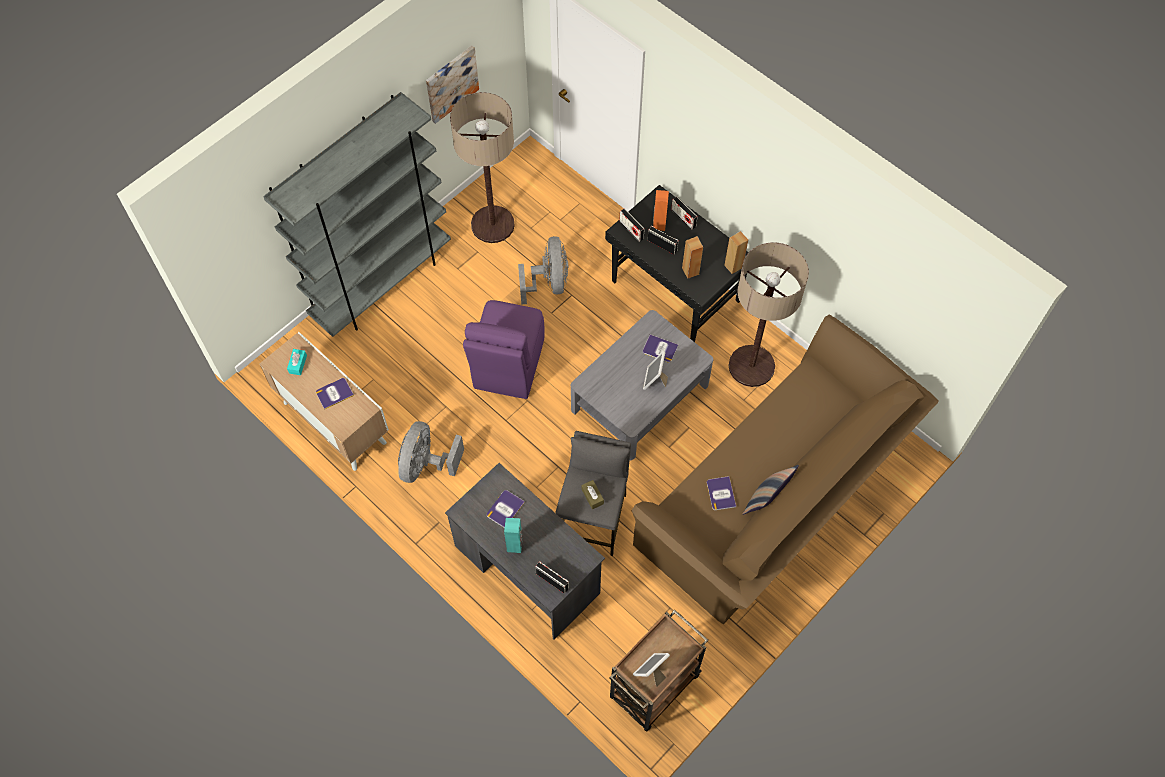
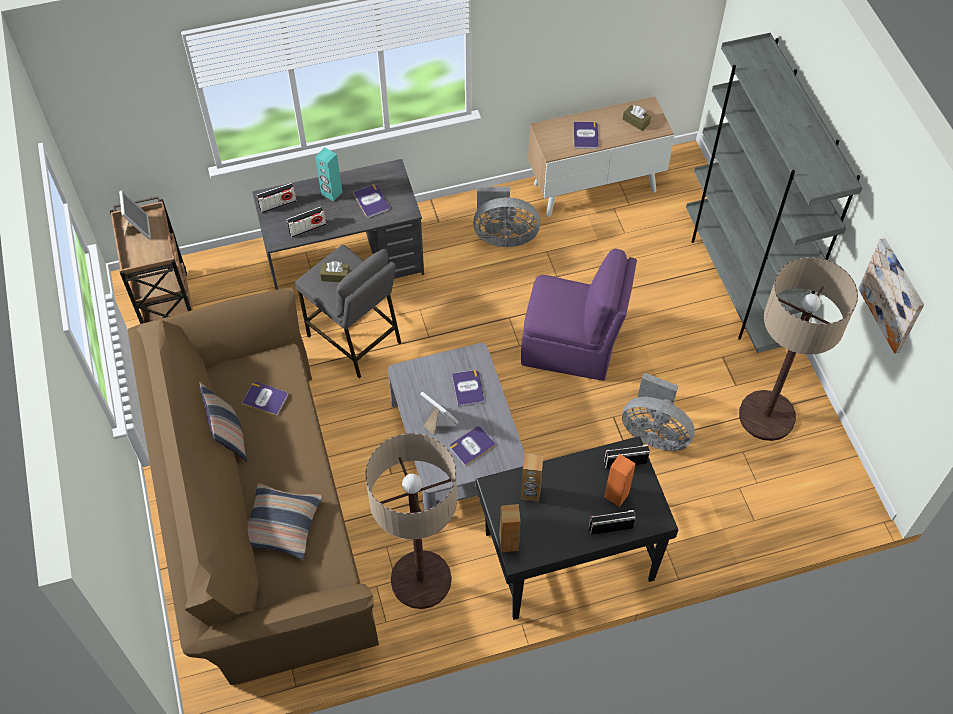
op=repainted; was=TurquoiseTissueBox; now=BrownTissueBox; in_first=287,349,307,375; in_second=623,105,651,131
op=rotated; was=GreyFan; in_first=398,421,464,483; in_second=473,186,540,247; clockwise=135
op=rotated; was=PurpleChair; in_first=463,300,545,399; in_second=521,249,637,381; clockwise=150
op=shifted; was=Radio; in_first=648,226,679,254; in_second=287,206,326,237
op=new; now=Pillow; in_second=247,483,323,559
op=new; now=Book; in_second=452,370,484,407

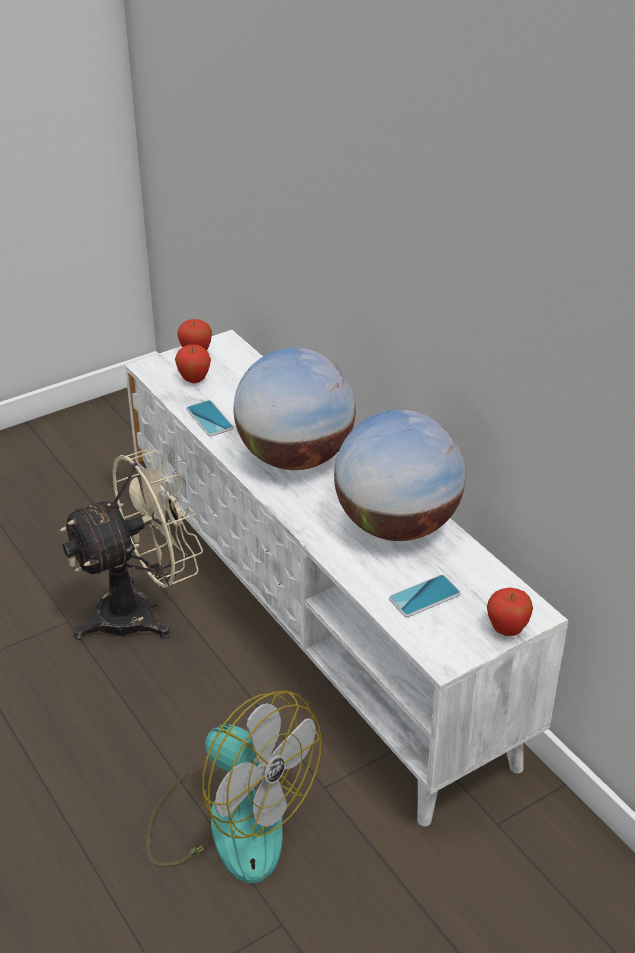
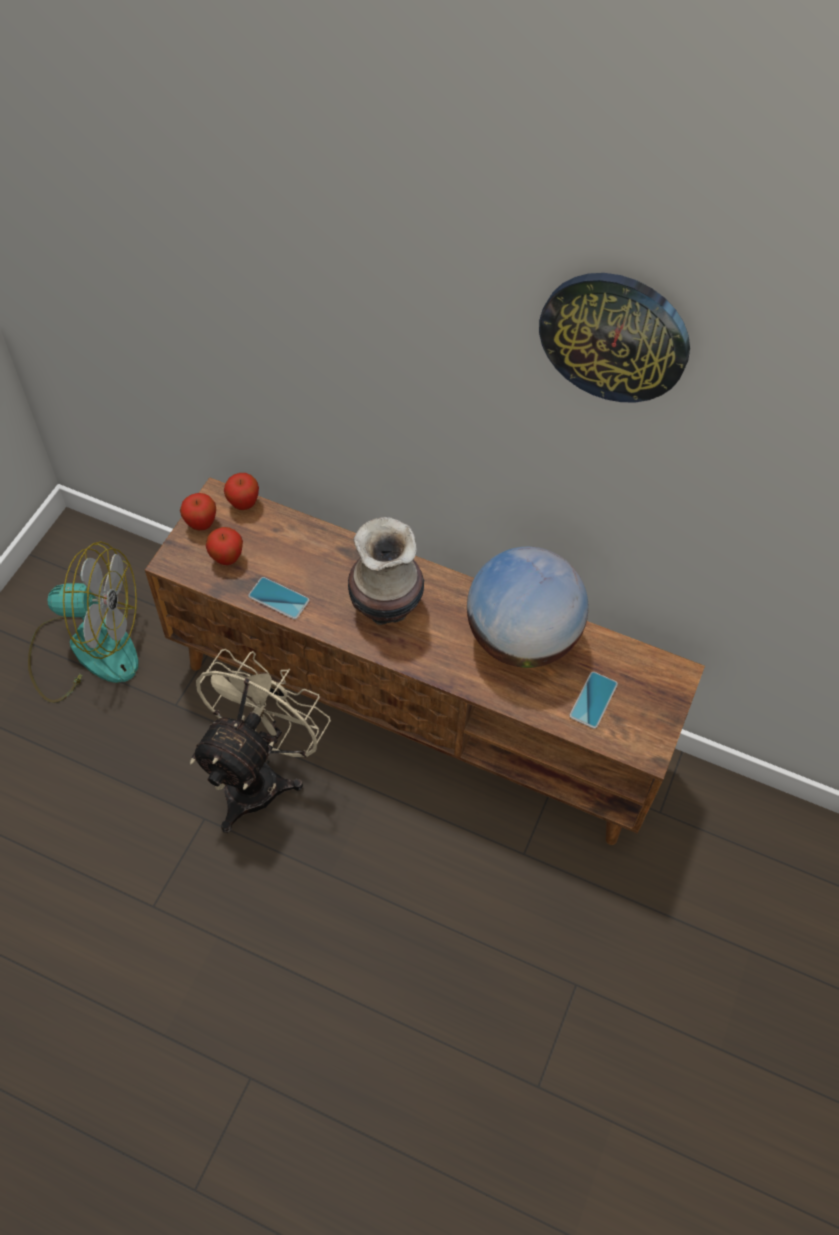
op=repainted; was=WhiteTvStand; now=BrownTvStand; in_first=125,330,568,826; in_second=145,477,705,845
op=shifted; was=Fan; in_first=146,690,322,883; in_second=28,541,139,703
op=swapped; was=Globe; now=Vase; in_first=234,348,356,470; in_second=348,517,425,625
op=shifted; was=Apple; in_first=487,588,533,636; in_second=224,473,259,510
op=new; now=WallClock; in_second=539,273,690,402

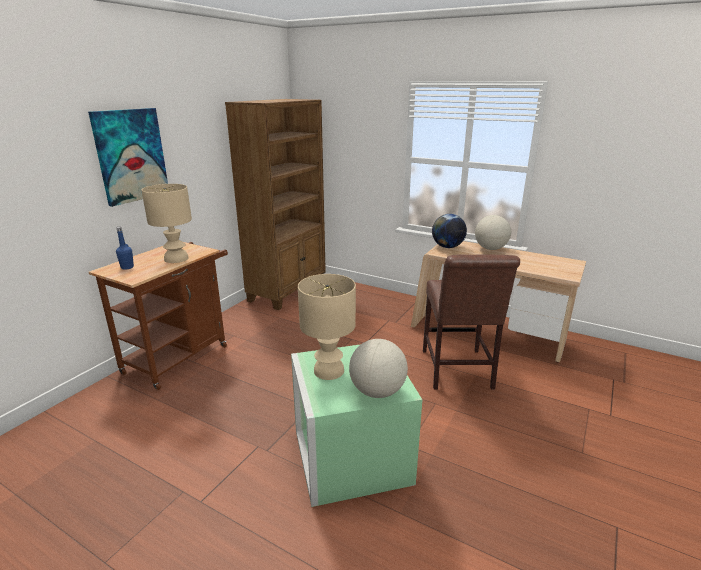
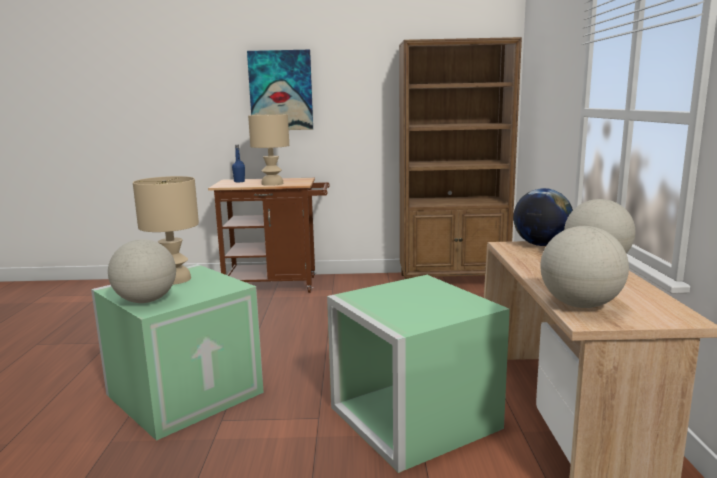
op=swapped; was=BrownChair; now=GreenStorageBox; in_first=423,254,520,389; in_second=327,275,510,473
op=new; now=Globe; in_second=540,226,629,308

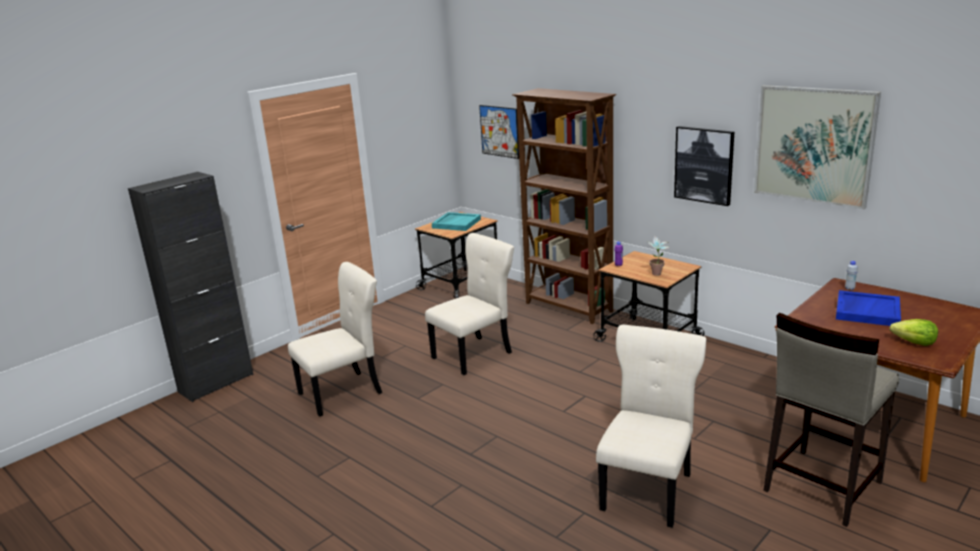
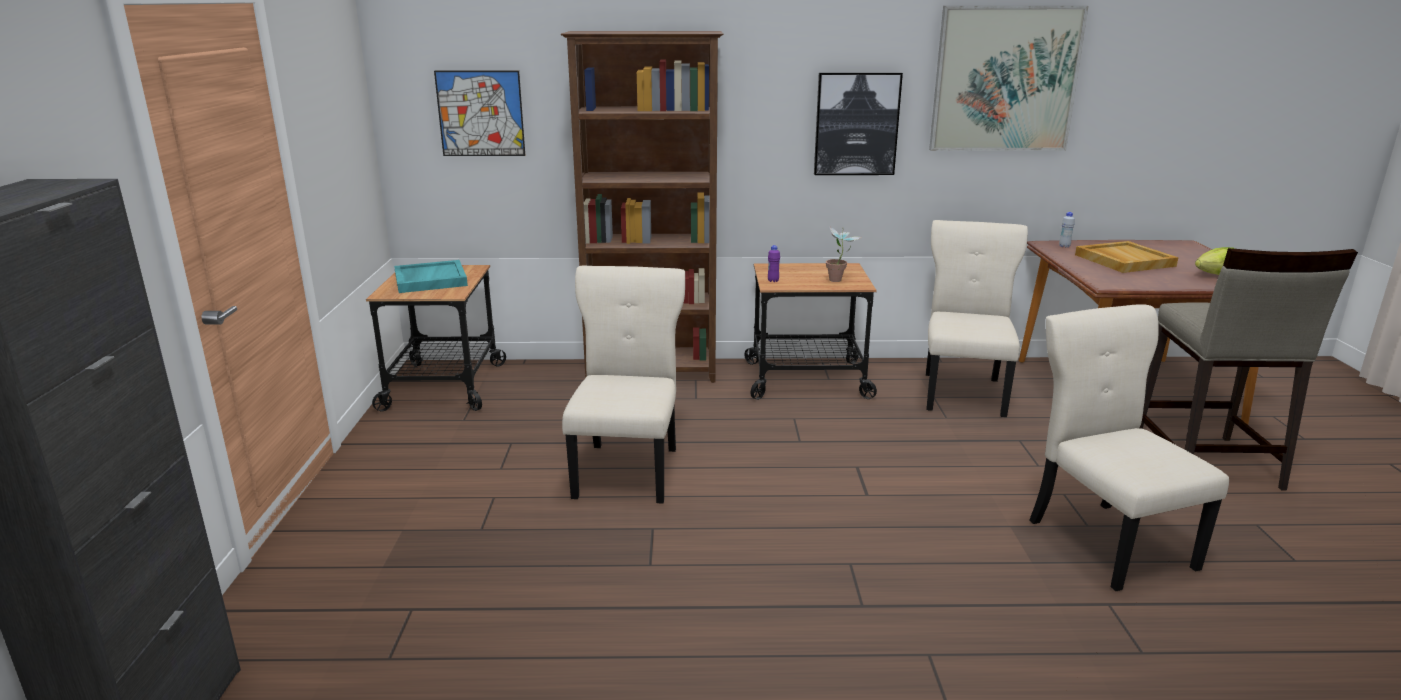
op=shifted; was=BeigeChair; in_first=288,262,382,417; in_second=926,220,1028,417
op=repainted; was=BlueTray; now=BeigeTray; in_first=836,290,901,326; in_second=1075,241,1179,273

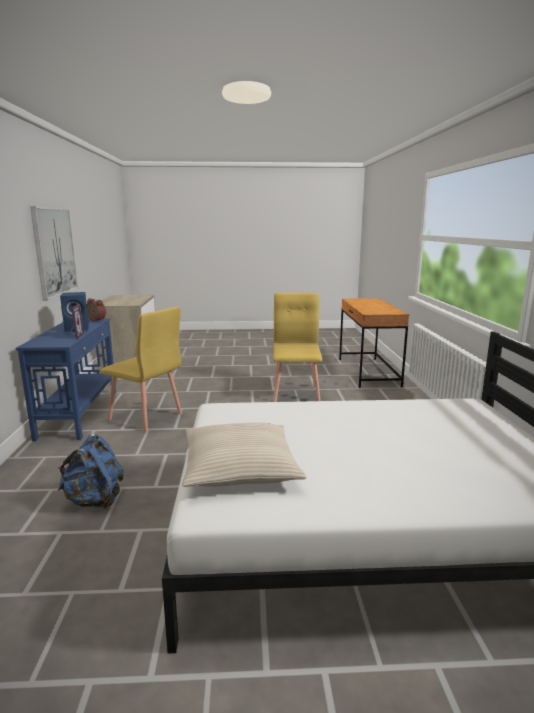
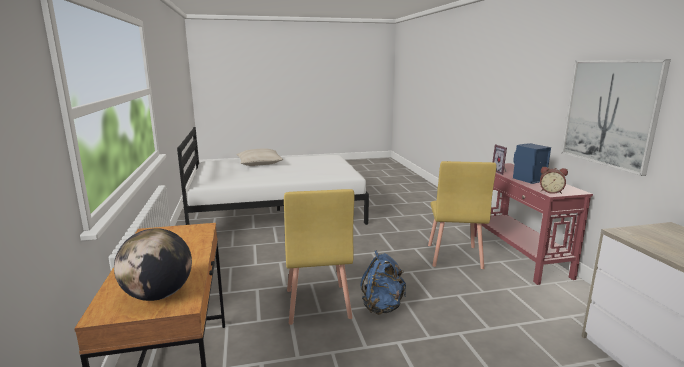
op=repainted; was=BlueConsoleTable; now=RedConsoleTable; in_first=16,318,116,441; in_second=474,163,593,285
op=shifted; was=BlueBackpack; in_first=58,434,124,509; in_second=360,250,406,315
op=rotated; was=YellowChair; in_first=100,307,182,432; in_second=428,161,496,269; clockwise=-105
op=shifted; was=BeigePillow; in_first=182,423,307,487; in_second=237,148,283,166
op=new; now=Globe; in_second=114,228,192,301

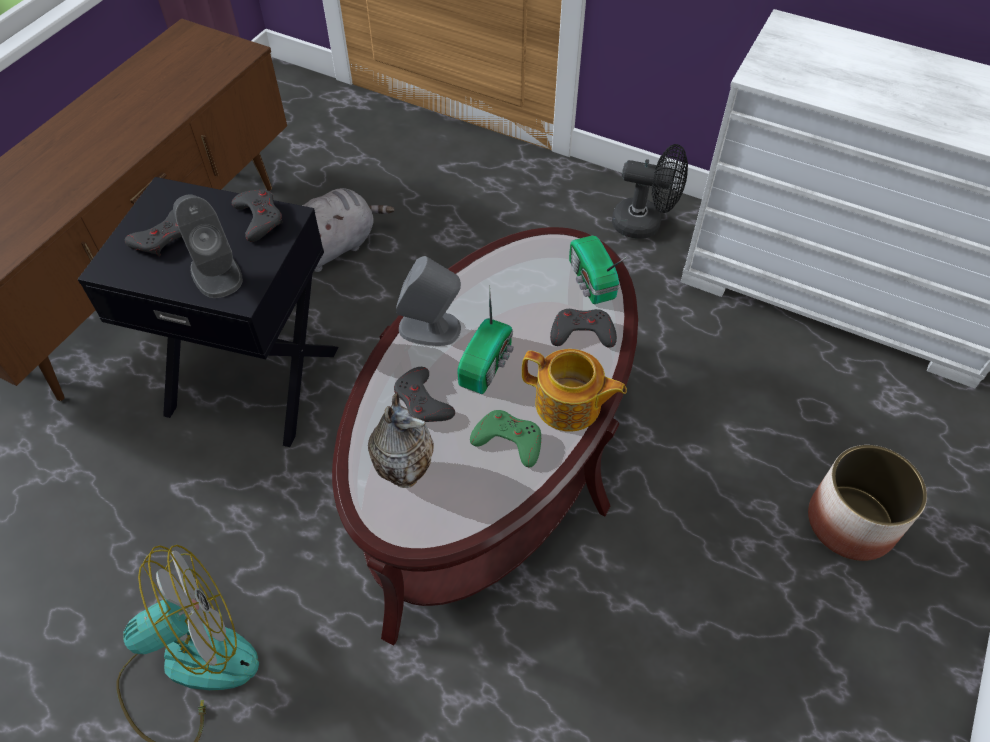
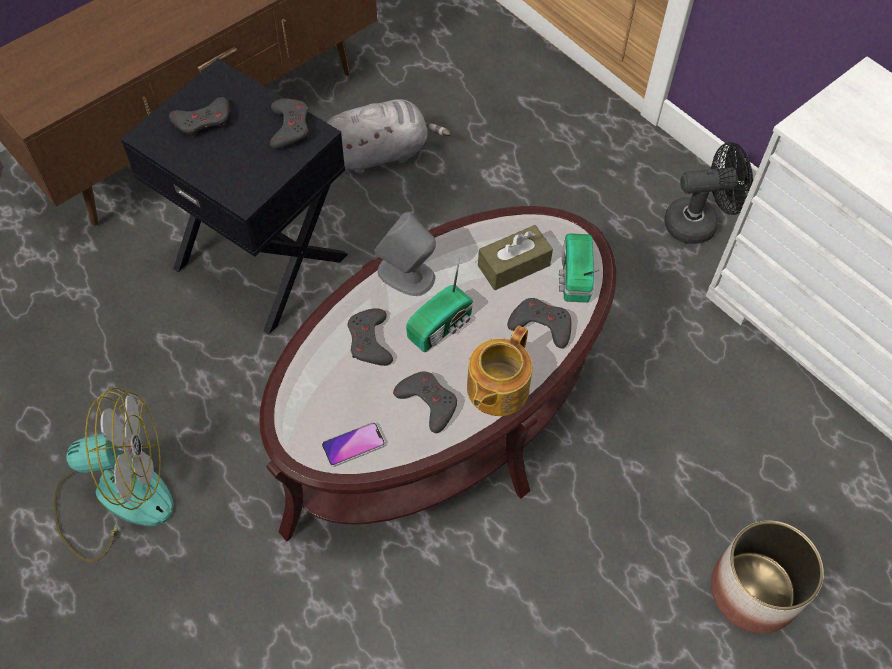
op=gone; was=GreySpeaker; in_first=173,195,243,298
op=gone; was=Vase; in_first=368,393,434,488
op=repainted; was=GreenGameController; now=GreyGameController; in_first=470,410,541,467; in_second=393,371,457,433
op=rotated; was=Teapot; in_first=522,349,627,432; in_second=467,326,532,416; clockwise=75
op=rotated; was=BlackFan; in_first=612,144,688,239; in_second=664,142,753,244; clockwise=-45
op=new; now=Phone; in_second=322,422,385,467
op=new; now=BrownTissueBox; in_second=478,225,553,290

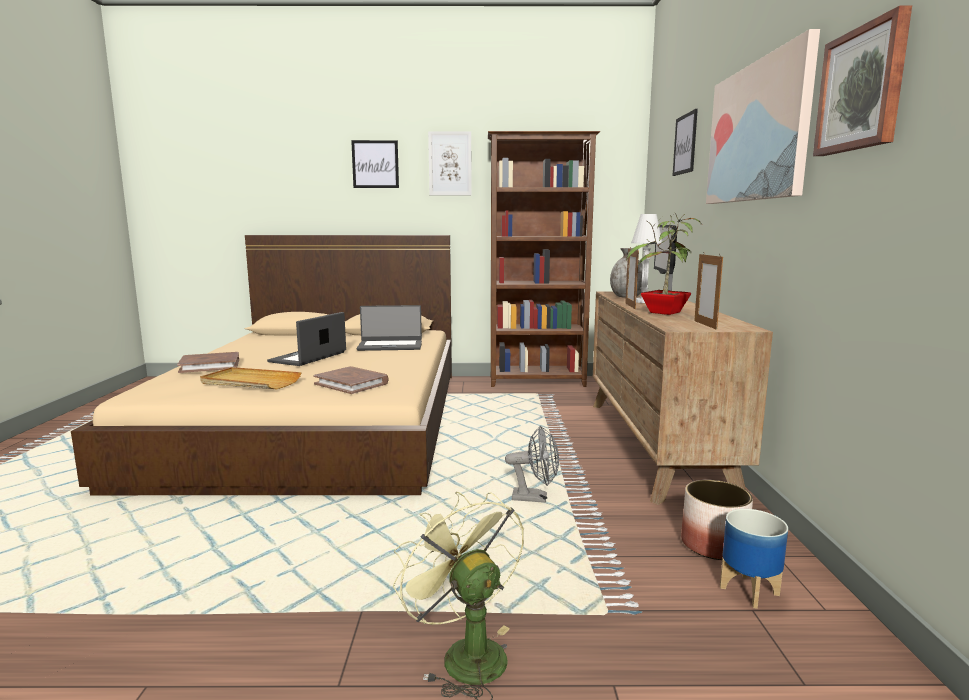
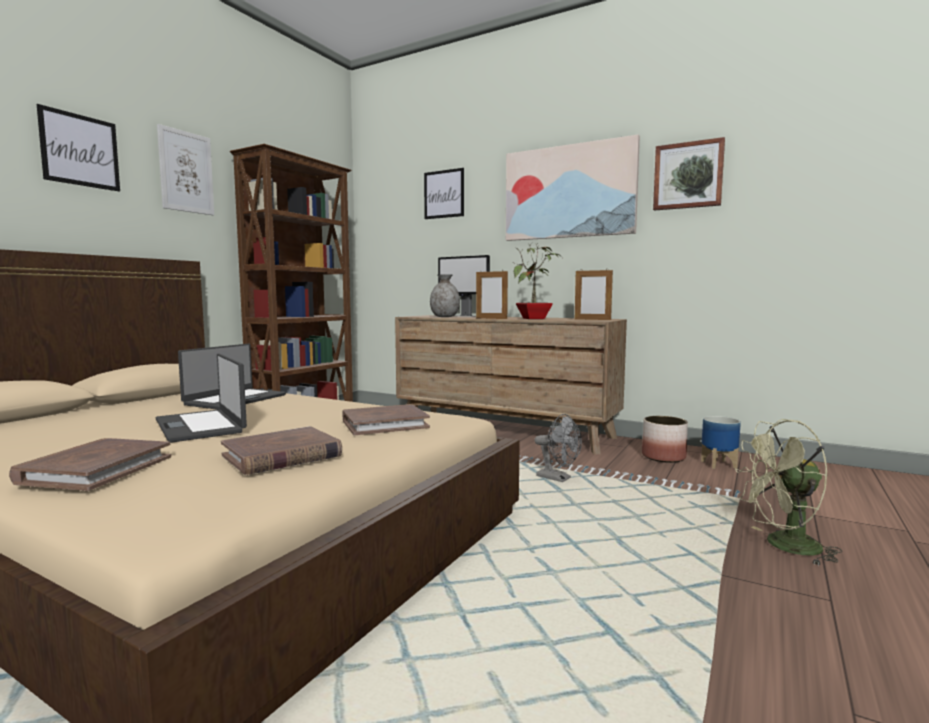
op=swapped; was=BeigeTray; now=BrownBook; in_first=200,367,302,389; in_second=221,426,342,475
op=rotated; was=GreyFan; in_first=505,426,559,503; in_second=534,414,582,482; clockwise=90
op=gone; was=WhiteTableLamp; in_first=631,214,662,303

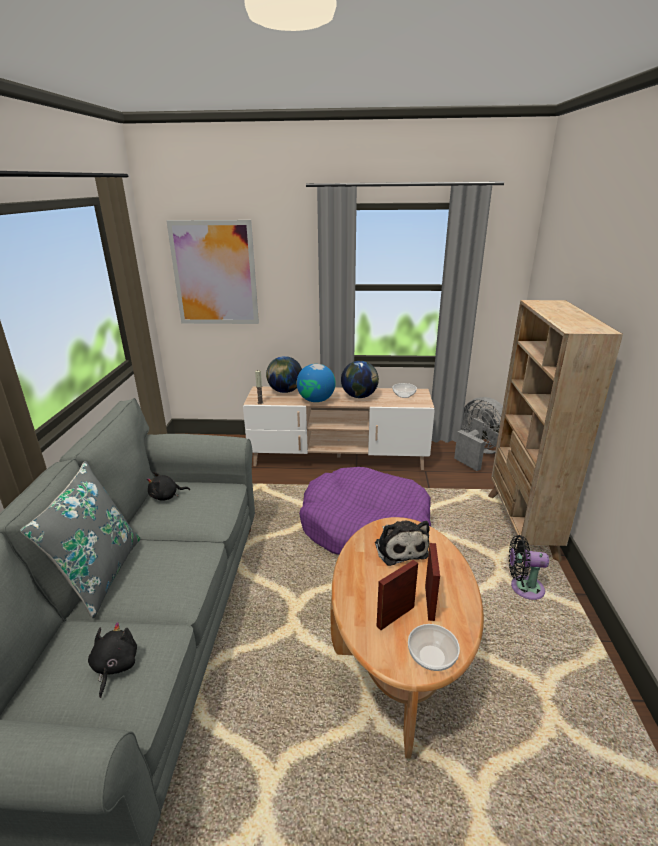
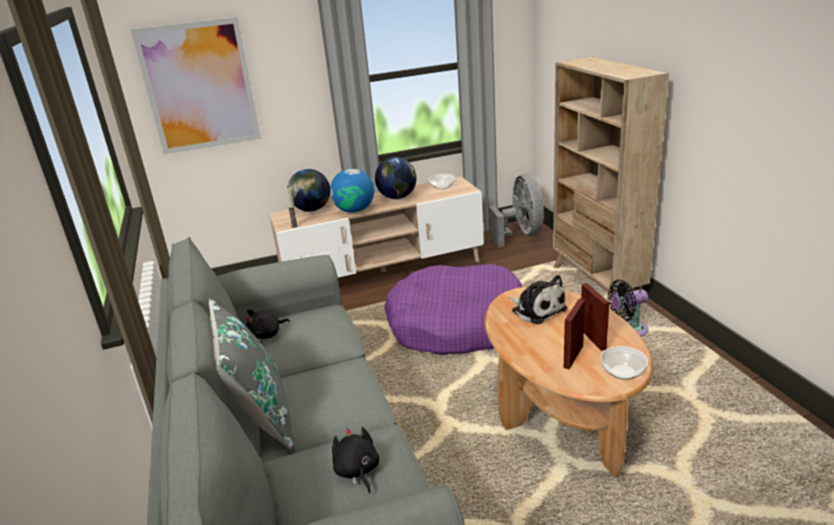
op=rotated; was=GreyFan; in_first=454,397,503,471; in_second=489,174,544,247; clockwise=45

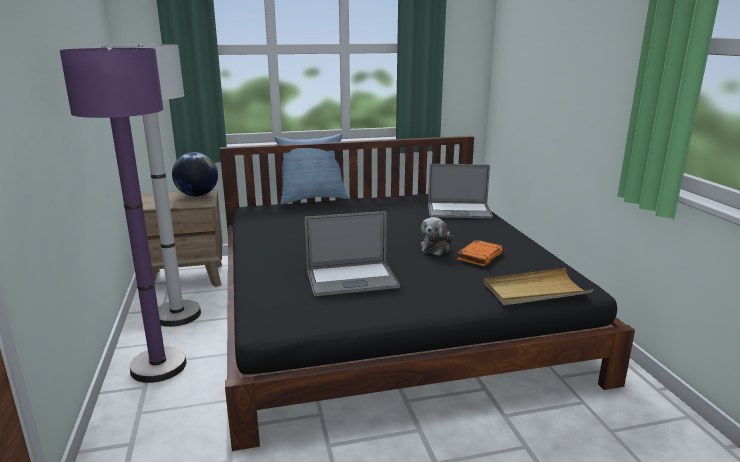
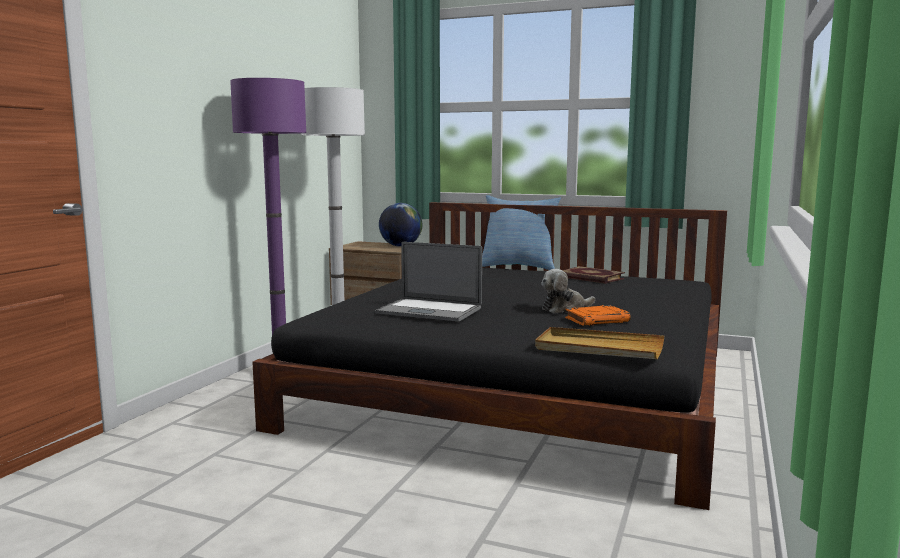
op=gone; was=Laptop; in_first=428,164,493,219
op=new; now=Book; in_second=562,266,625,284

